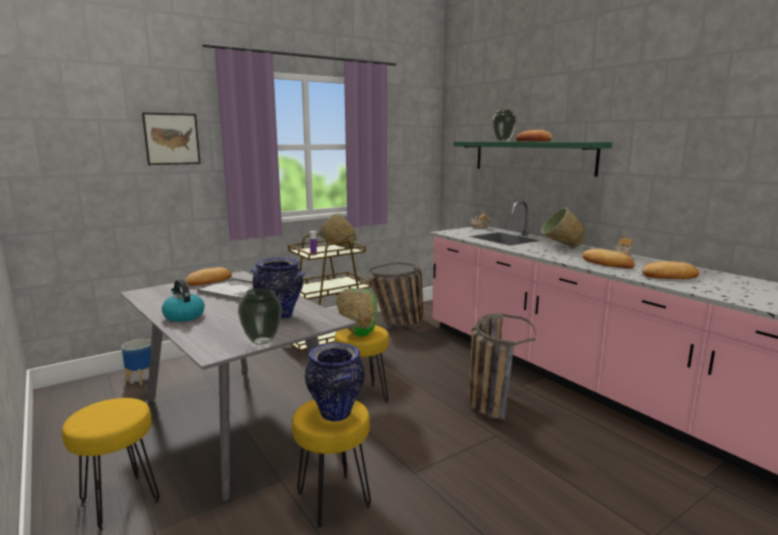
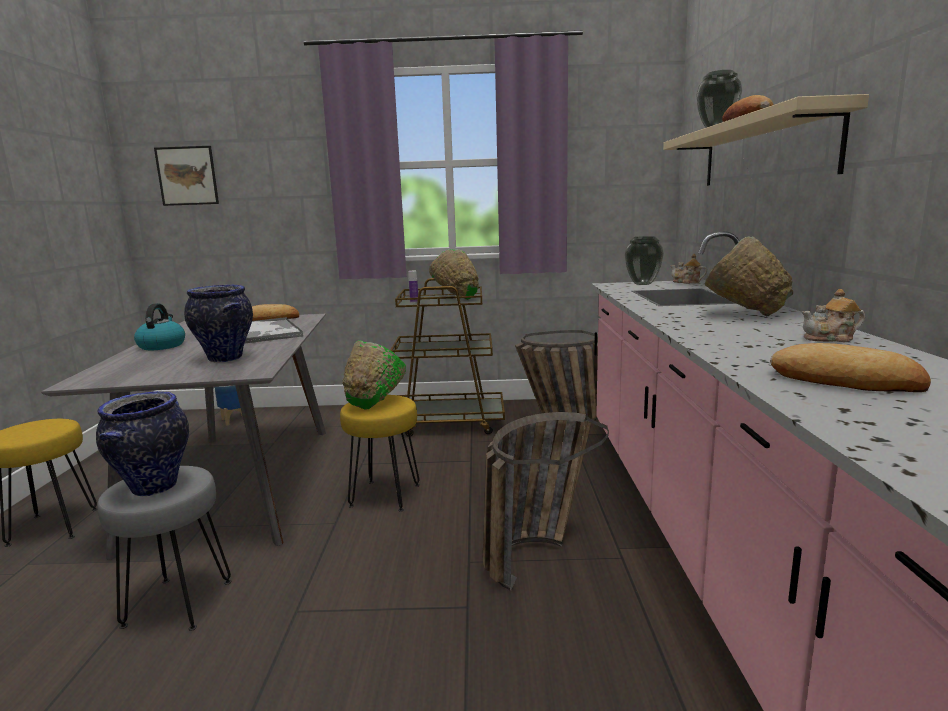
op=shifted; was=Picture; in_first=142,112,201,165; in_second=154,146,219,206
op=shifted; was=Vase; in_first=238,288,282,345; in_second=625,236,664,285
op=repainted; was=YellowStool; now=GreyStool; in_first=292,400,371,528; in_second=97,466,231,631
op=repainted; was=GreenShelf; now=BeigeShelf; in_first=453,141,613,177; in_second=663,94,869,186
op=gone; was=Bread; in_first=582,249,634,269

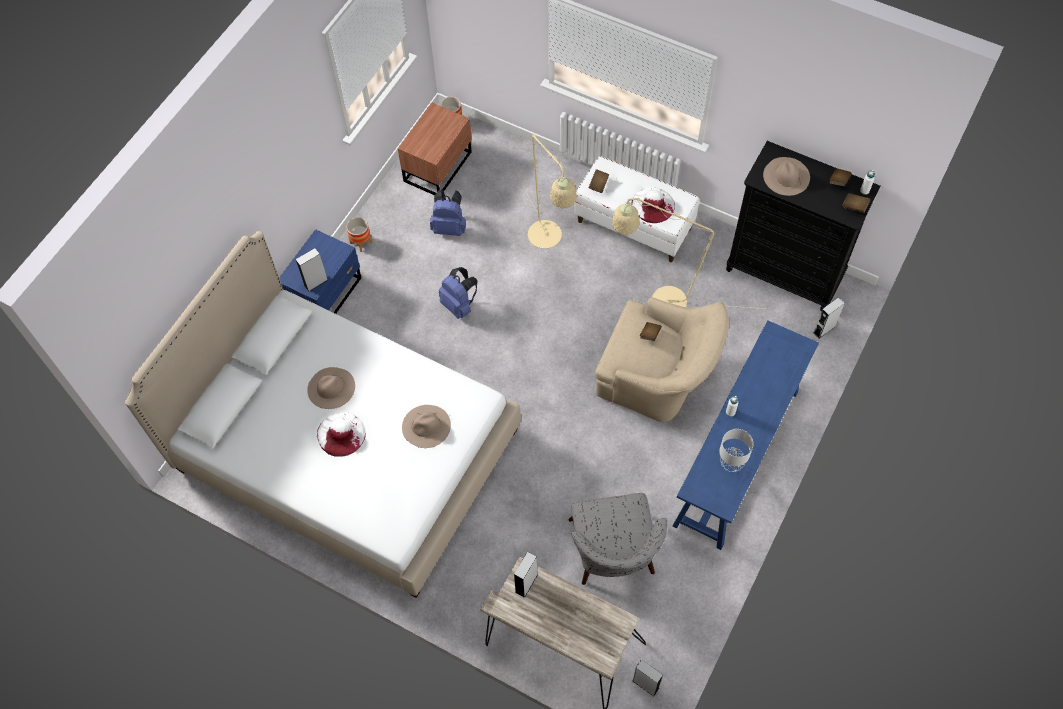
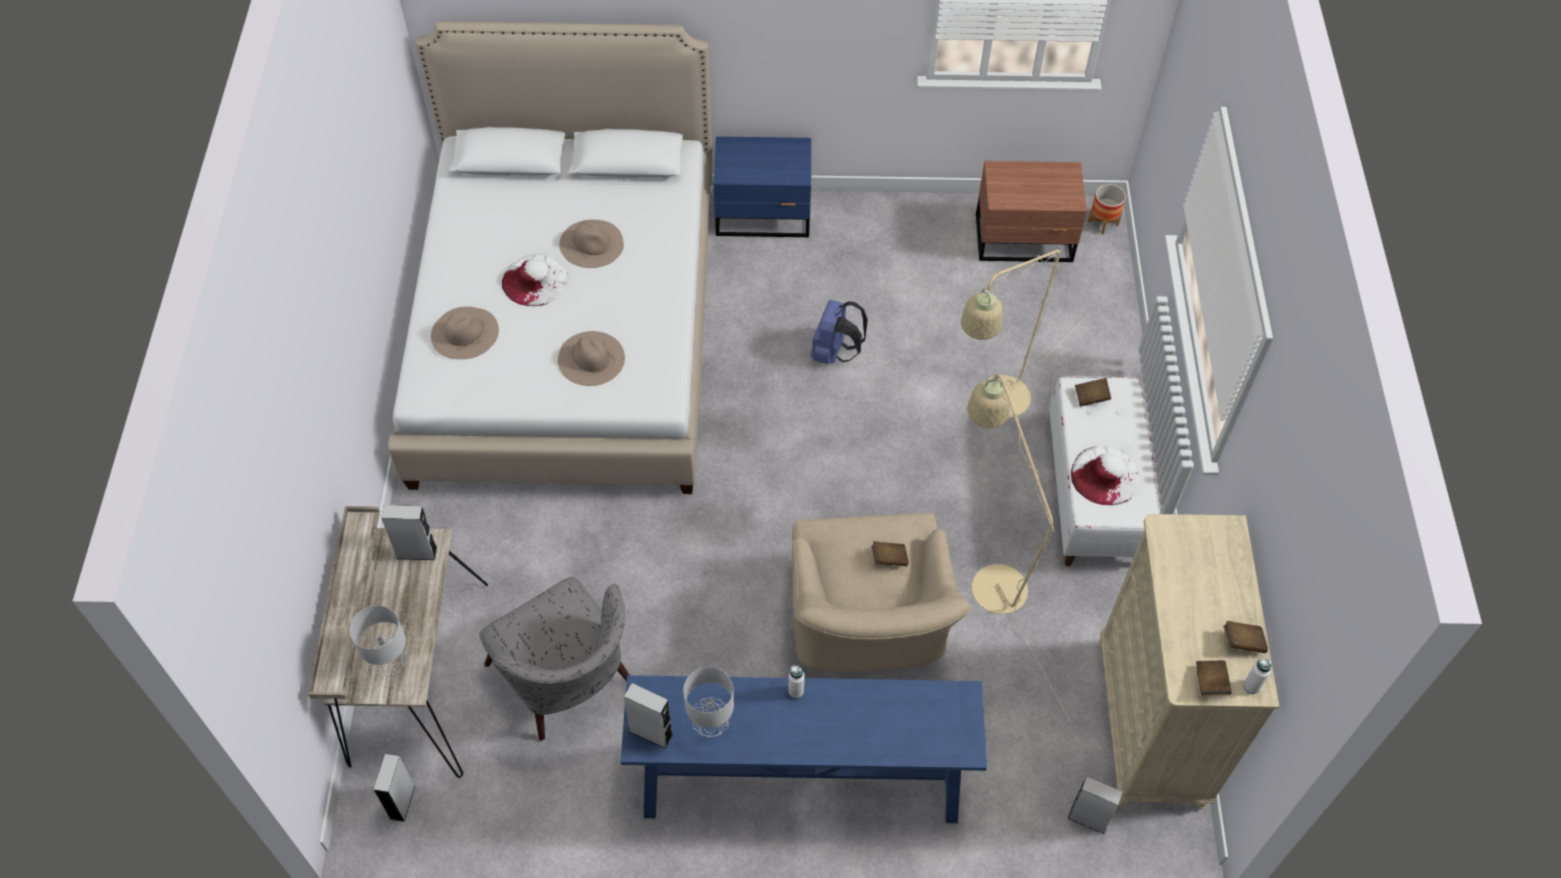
op=shifted; was=GreySpeaker; in_first=295,248,328,292; in_second=624,683,673,749
op=gone; was=Planter; in_first=347,217,372,252
op=gone; was=BlueBackpack; in_first=430,189,466,236
op=rotated; was=GreyArmchair; in_first=569,493,668,585; in_second=479,577,630,740; clockwise=-90
op=repainted; was=BlackDresser; now=BeigeDresser; in_first=726,141,881,311; in_second=1098,514,1279,809
op=shifted; was=BeigeHat; in_first=763,157,810,196; in_second=431,307,499,359
op=new; now=GreyTableLamp; in_second=350,605,408,676

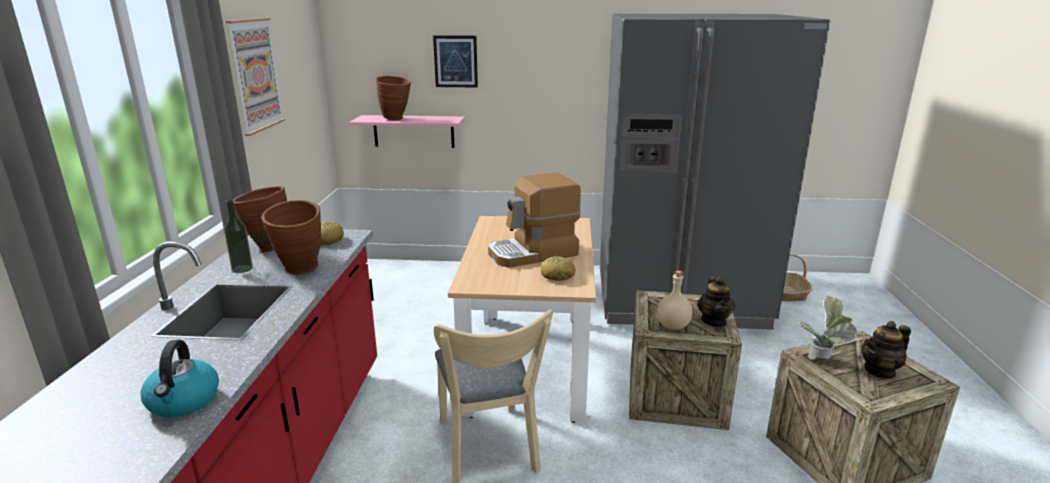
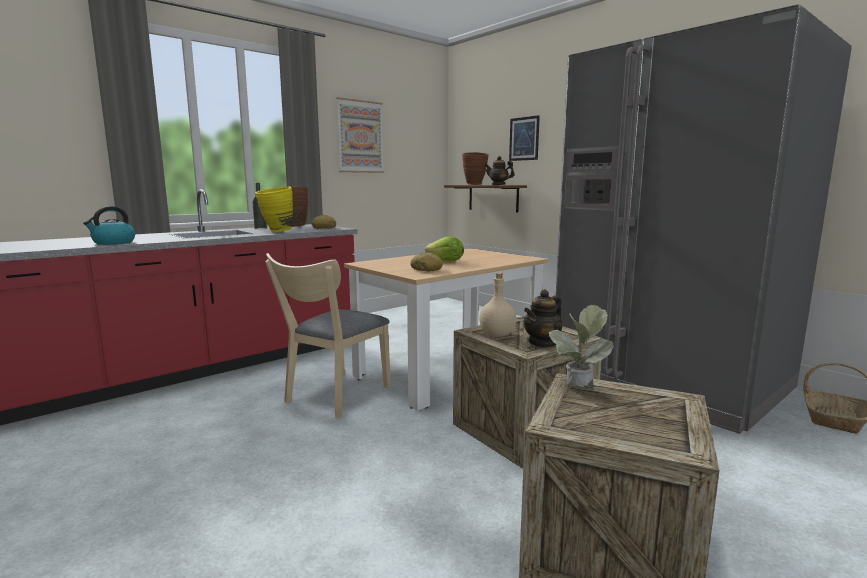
op=repainted; was=BrownVase; now=YellowVase; in_first=261,200,321,275; in_second=255,187,293,232
op=repainted; was=PinkShelf; now=BrownShelf; in_first=349,115,465,148; in_second=444,185,527,212
op=swapped; was=CoffeeMachine; now=Lettuce; in_first=488,172,581,268; in_second=425,236,464,262
op=shifted; was=Teapot; in_first=862,321,911,379; in_second=485,156,515,185

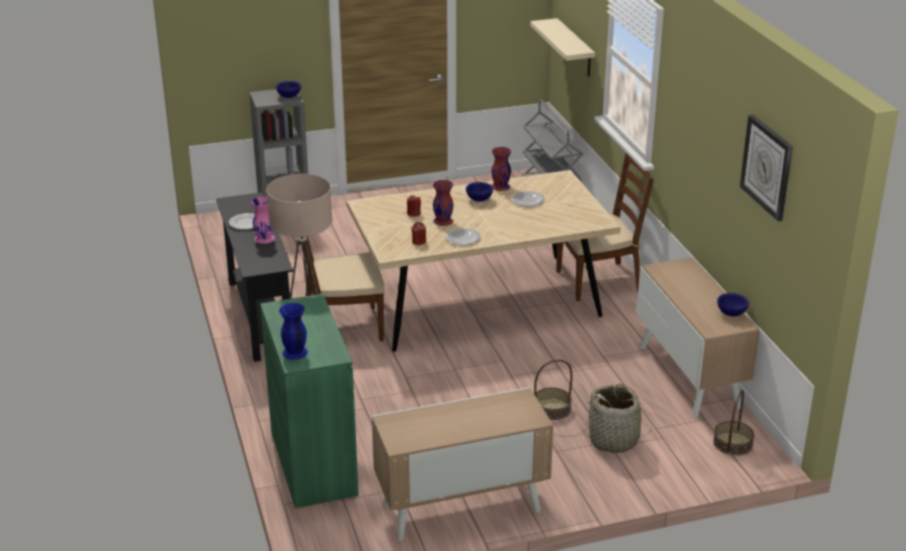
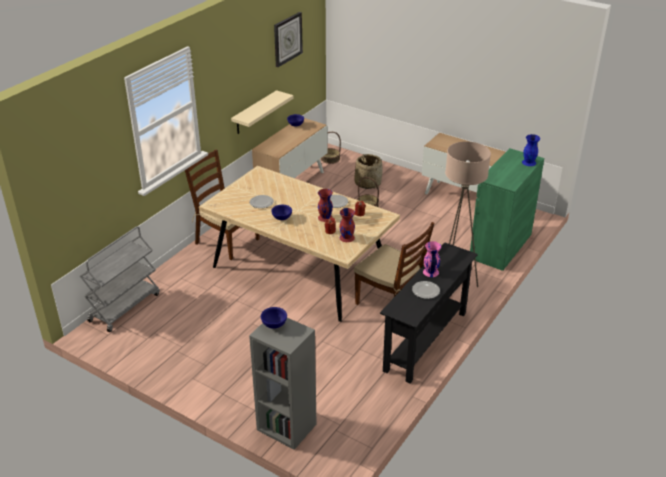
op=shifted; was=RedVase; in_first=491,147,511,191; in_second=339,208,355,242
op=shifted; was=BeigeShelf; in_first=530,18,595,76; in_second=231,90,294,134

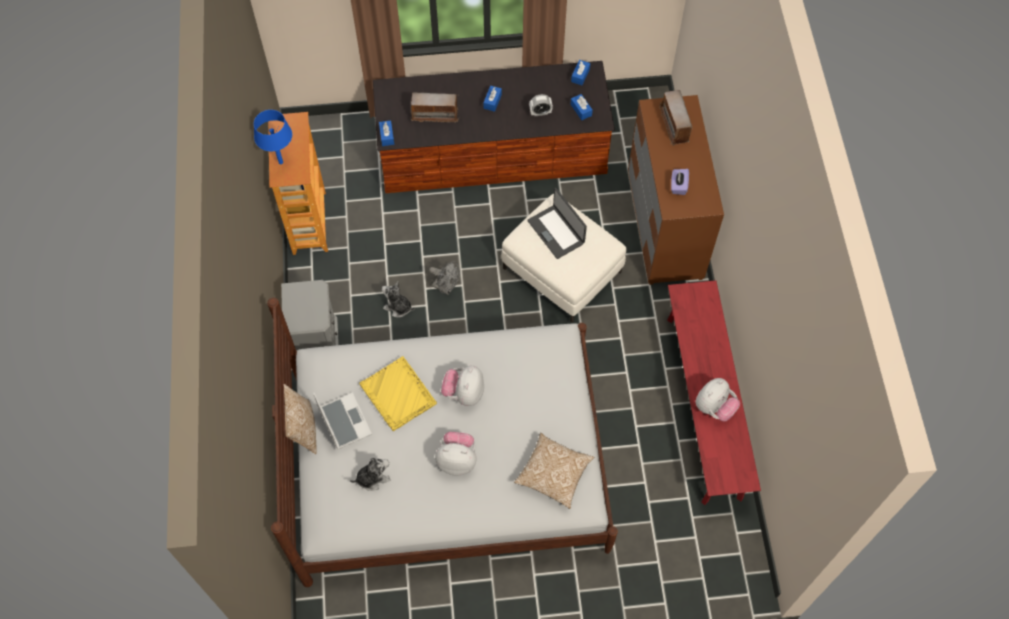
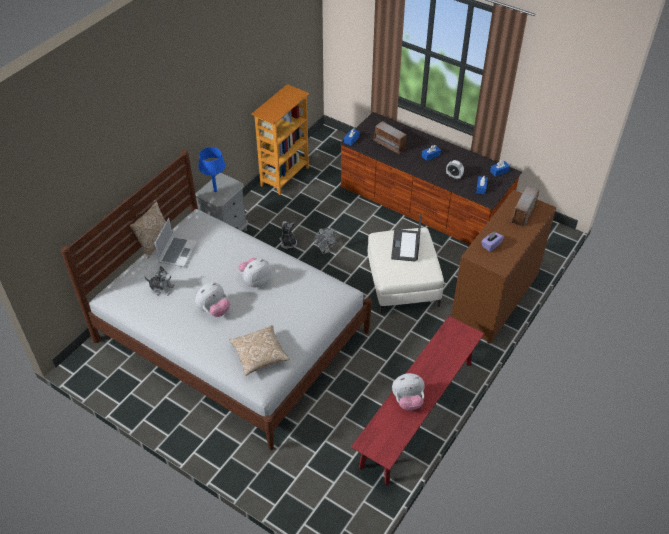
op=shifted; was=BlueTableLamp; in_first=254,110,292,164; in_second=198,147,226,192
op=gone; was=YellowTray; in_first=359,356,437,431
op=rotated; was=PlushToy; in_first=435,432,476,476; in_second=195,282,230,317; clockwise=90

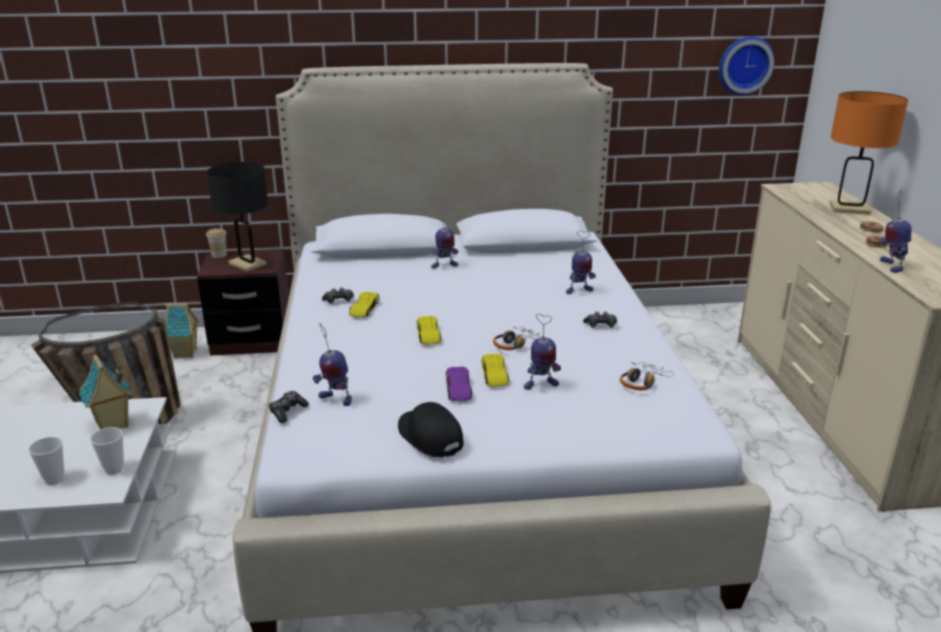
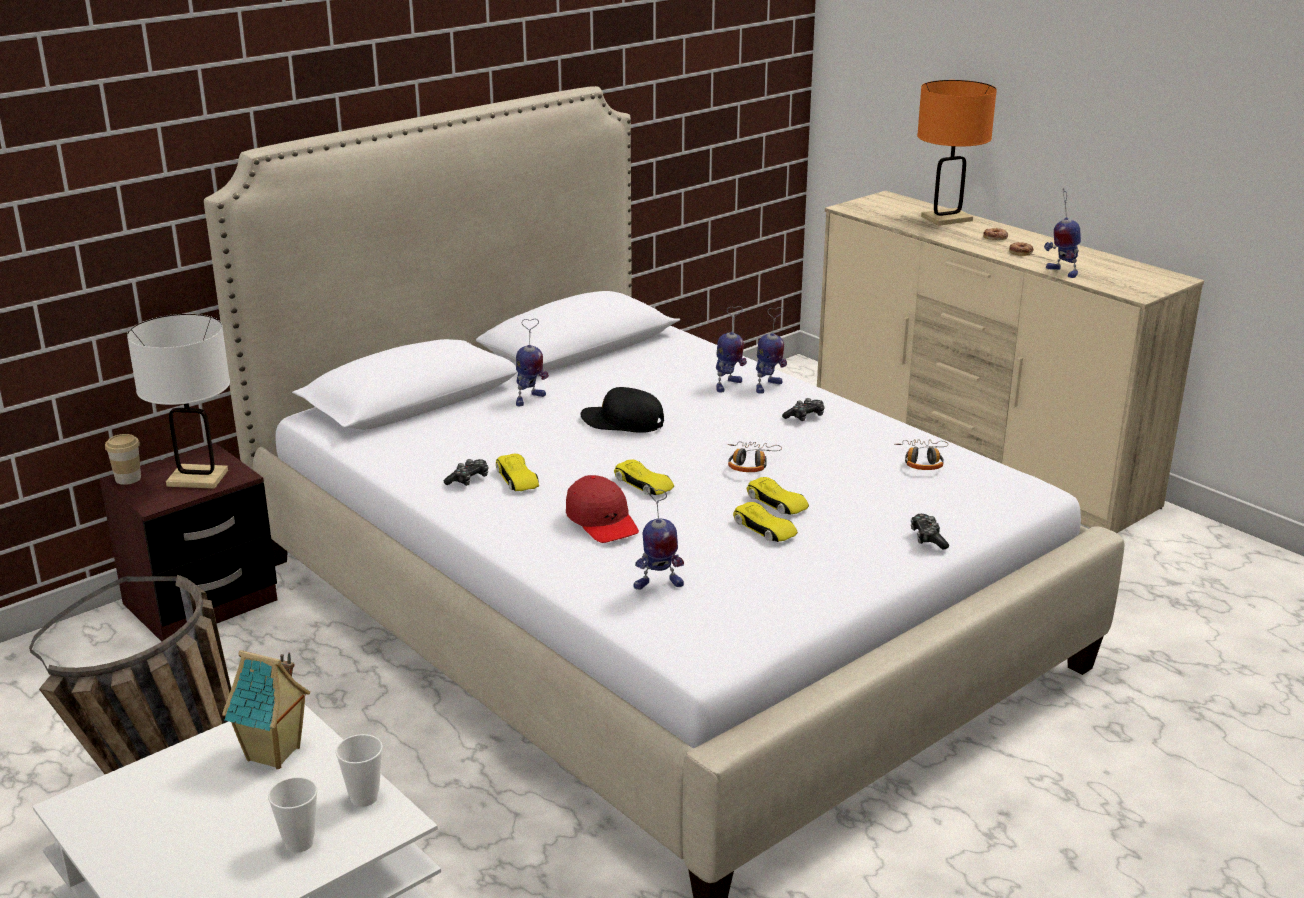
op=gone; was=ToyHouse; in_first=165,302,199,359
op=repainted; was=BlackTableLamp; now=WhiteTableLamp; in_first=207,162,268,272; in_second=127,314,230,489
op=shifted; was=GameController; in_first=268,391,309,423; in_second=911,514,949,549
op=shifted; was=BlackCap; in_first=398,402,464,458; in_second=580,387,664,433
op=repainted; was=PurpleToyCar; now=YellowToyCar; in_first=446,367,472,401; in_second=733,502,798,542
op=shifted; was=ToyRobot; in_first=524,314,561,390; in_second=756,307,787,394
op=gone; was=WallClock; in_first=719,36,775,95
op=new; now=RedCap; in_second=566,475,639,543

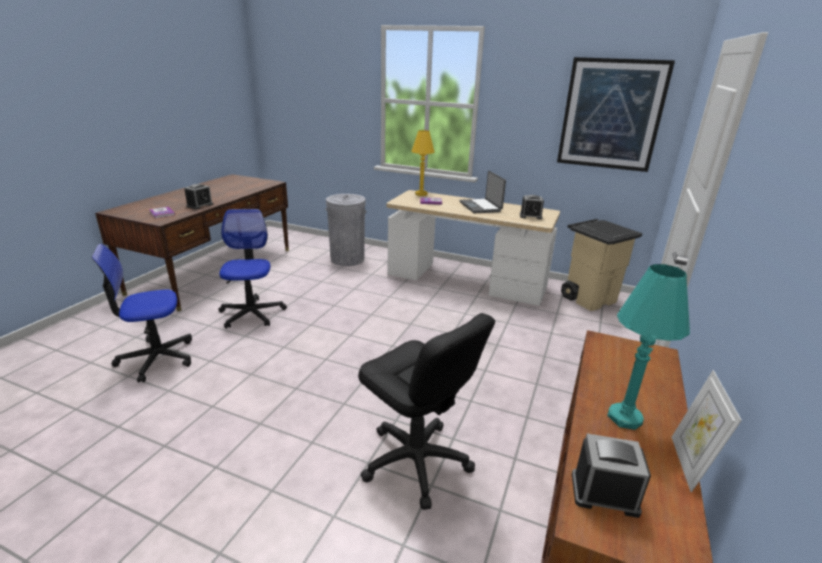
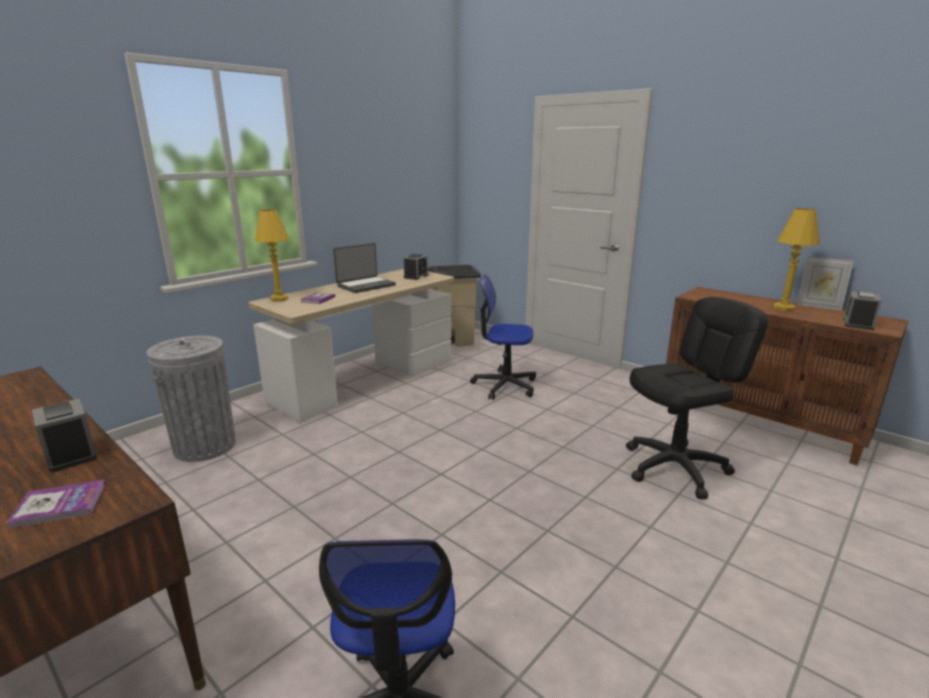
op=shifted; was=OfficeChair; in_first=218,209,287,329; in_second=470,275,536,400
op=rotated; was=Laptop; in_first=459,171,506,213; in_second=333,243,396,293; clockwise=-45
op=gone; was=Picture; in_first=557,57,675,172
op=repainted; was=TurquoiseTableLamp; now=YellowTableLamp; in_first=607,264,690,430; in_second=774,208,820,311

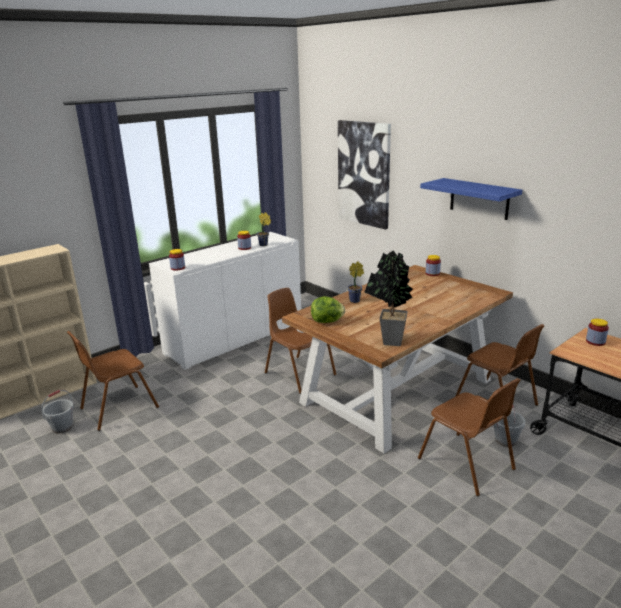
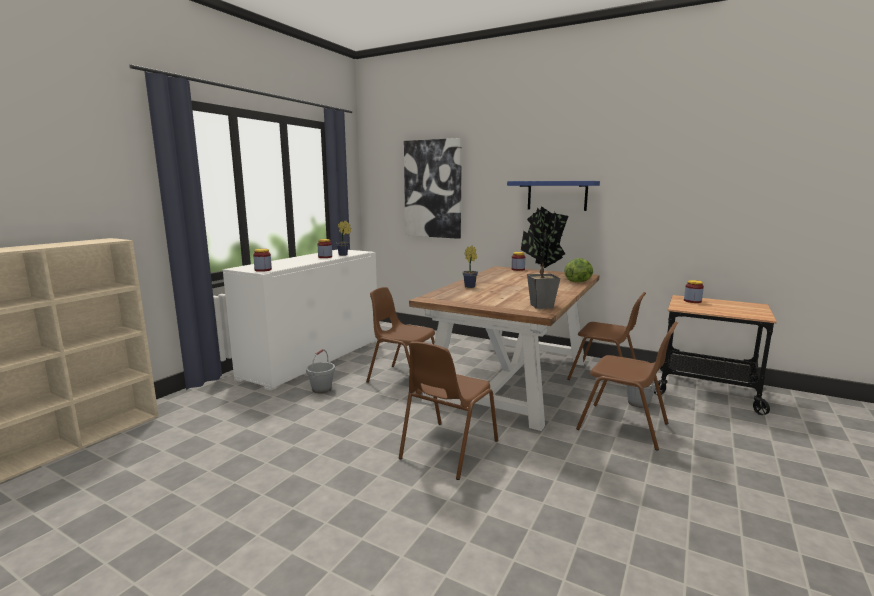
op=shifted; was=GreyBucket; in_first=41,390,74,434; in_second=306,349,335,393
op=shifted; was=BrownChair; in_first=67,331,159,431; in_second=399,341,498,480
op=shifted; was=Lettuce; in_first=311,296,345,323; in_second=564,258,593,282

